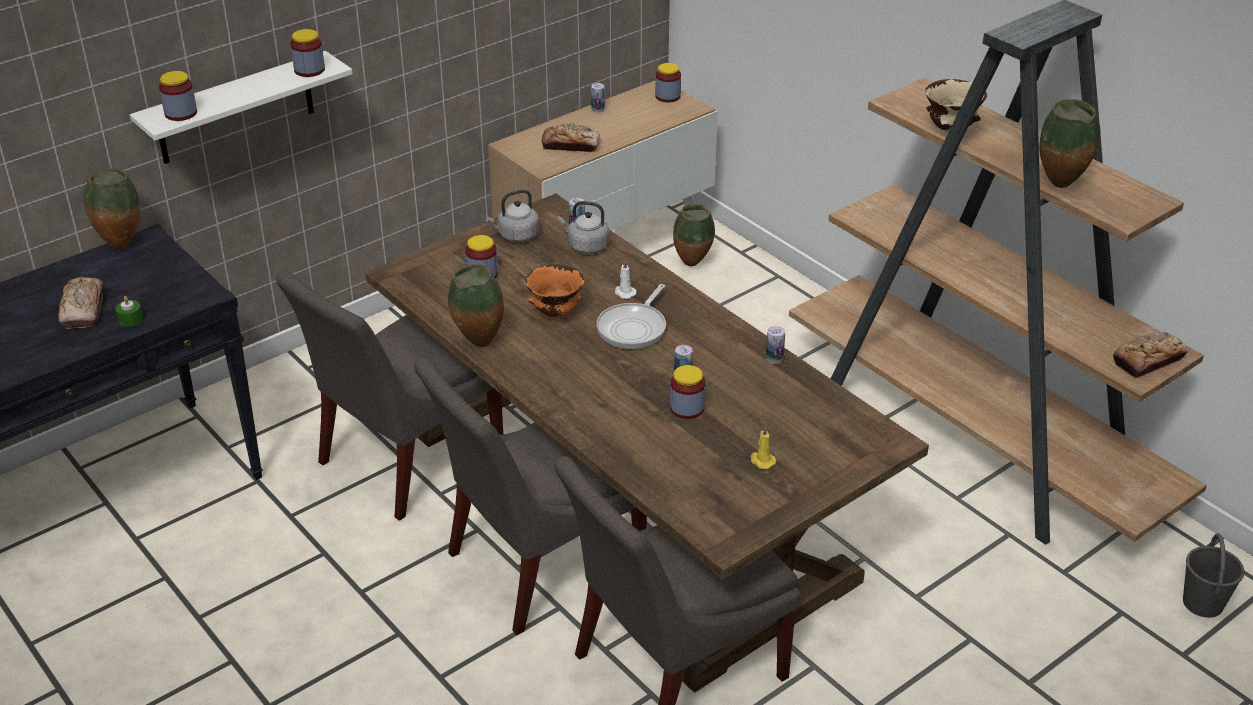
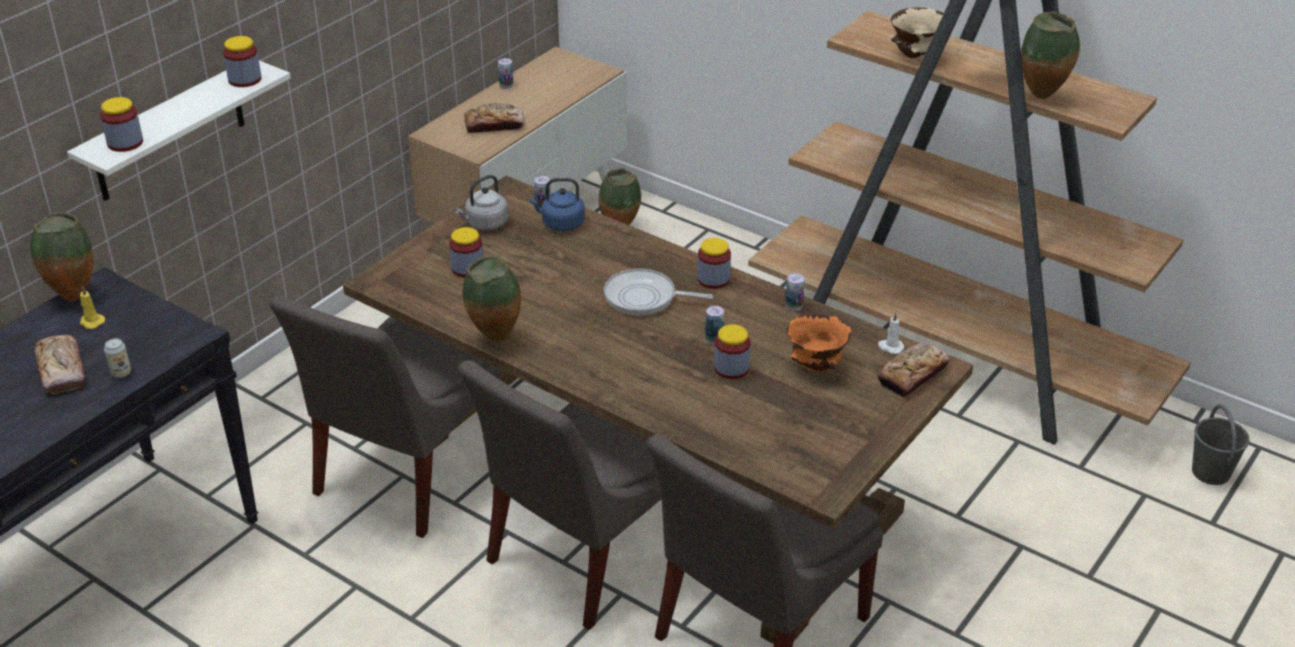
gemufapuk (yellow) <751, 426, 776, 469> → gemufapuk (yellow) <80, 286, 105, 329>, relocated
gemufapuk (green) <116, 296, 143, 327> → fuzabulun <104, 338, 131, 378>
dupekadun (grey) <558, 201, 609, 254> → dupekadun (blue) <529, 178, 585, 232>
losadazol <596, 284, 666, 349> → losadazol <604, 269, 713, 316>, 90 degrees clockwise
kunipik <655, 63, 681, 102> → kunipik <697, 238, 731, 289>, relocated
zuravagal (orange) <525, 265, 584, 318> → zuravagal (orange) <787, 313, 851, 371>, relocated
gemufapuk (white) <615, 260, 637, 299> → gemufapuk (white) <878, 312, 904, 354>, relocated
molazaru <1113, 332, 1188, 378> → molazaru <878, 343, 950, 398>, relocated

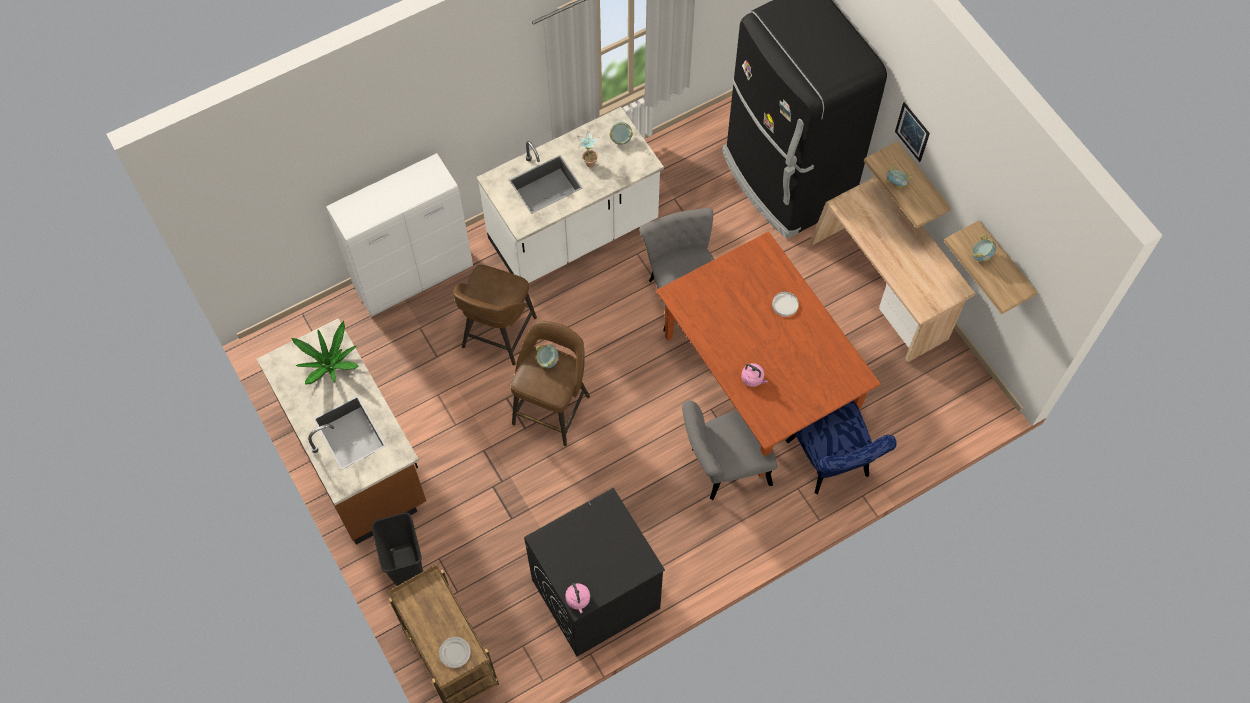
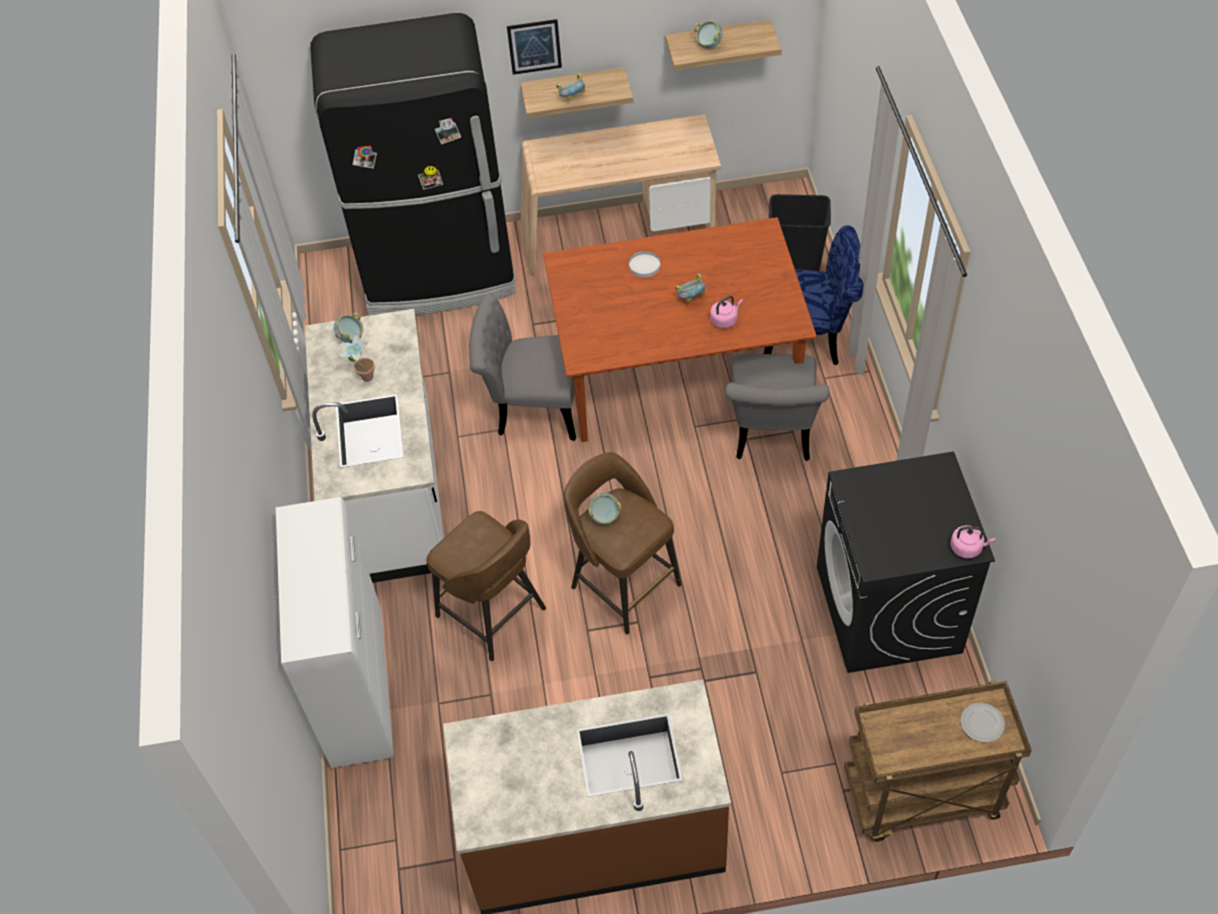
- → zuravagal <675, 273, 705, 302>
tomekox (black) <372, 513, 423, 586> → tomekox (black) <769, 194, 831, 271>, relocated
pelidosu <291, 321, 359, 385> → -

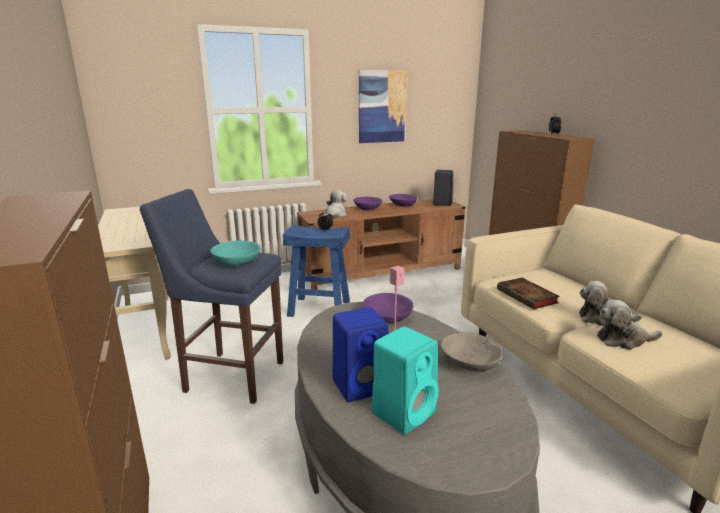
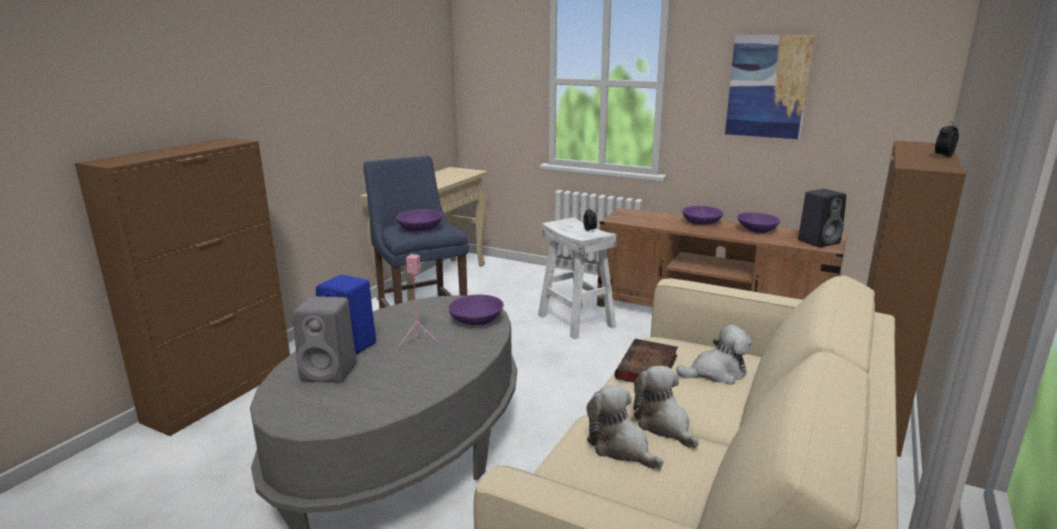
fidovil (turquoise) <372, 326, 439, 434> → fidovil (grey) <293, 296, 357, 383>
zuravagal (turquoise) <210, 241, 261, 267> → zuravagal (purple) <396, 209, 443, 231>
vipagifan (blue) <283, 225, 350, 317> → vipagifan (white) <538, 217, 617, 339>
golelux <323, 190, 347, 217> → golelux <676, 324, 752, 385>, relocated
zuravagal (grey) <441, 332, 503, 371> → -

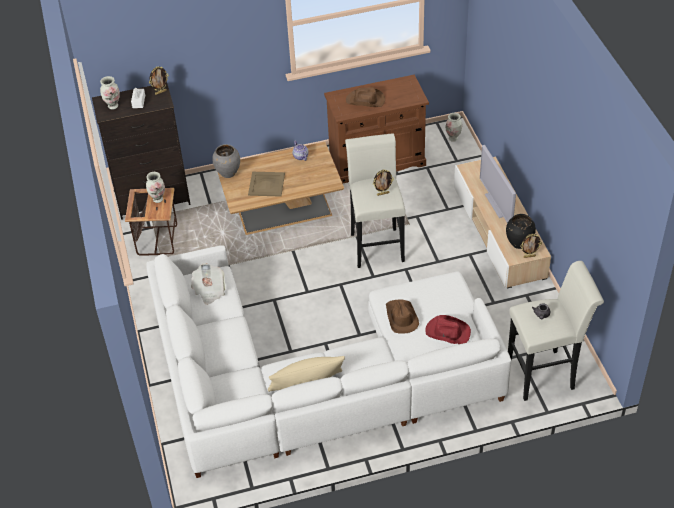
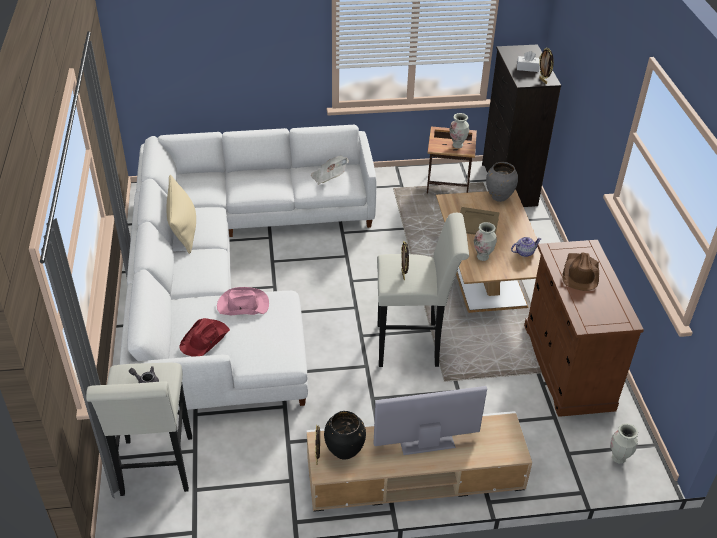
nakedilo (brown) <386, 300, 419, 334> → nakedilo (pink) <217, 287, 269, 315>
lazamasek <100, 76, 120, 110> → lazamasek <474, 222, 497, 261>, relocated

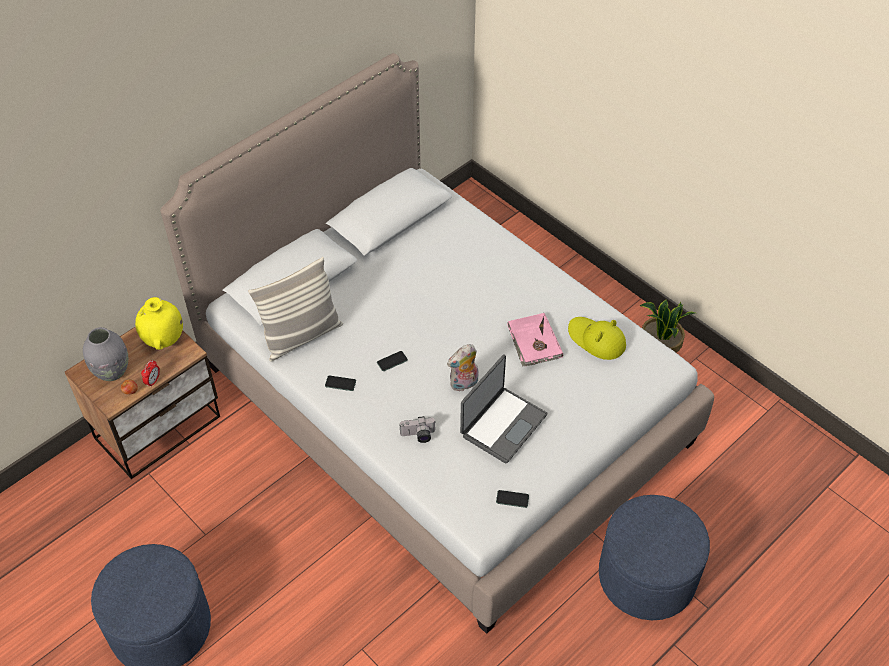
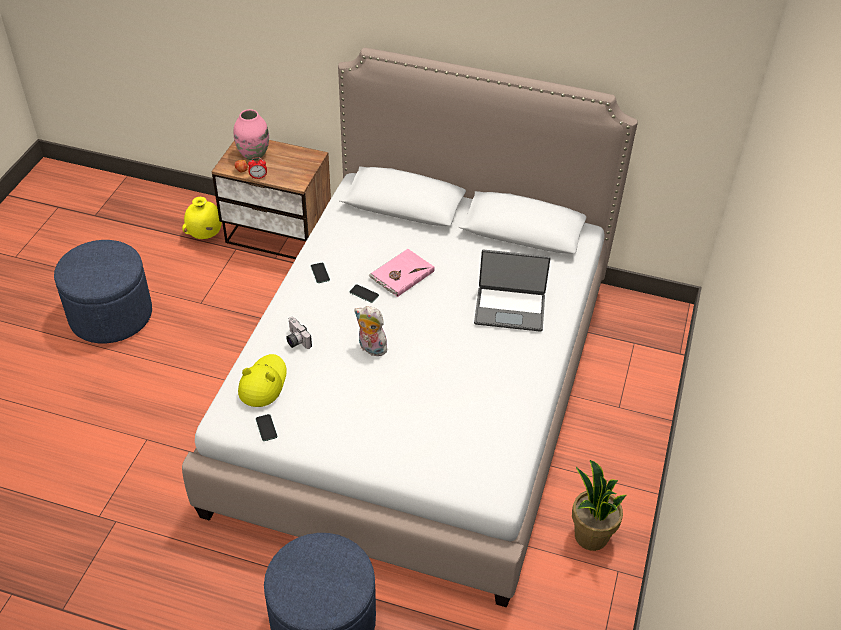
lazamasek (yellow) <135, 297, 183, 350> → lazamasek (yellow) <182, 197, 222, 239>, relocated
lazamasek (grey) <83, 327, 128, 381> → lazamasek (pink) <234, 109, 269, 160>
nakedilo (yellow) <568, 317, 626, 360> → nakedilo (yellow) <238, 354, 287, 407>, relocated
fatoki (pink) <507, 313, 563, 367> → fatoki (pink) <369, 249, 435, 297>, relocated
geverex <460, 354, 547, 463> → geverex <474, 250, 550, 332>, relocated
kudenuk <248, 257, 343, 362> → -

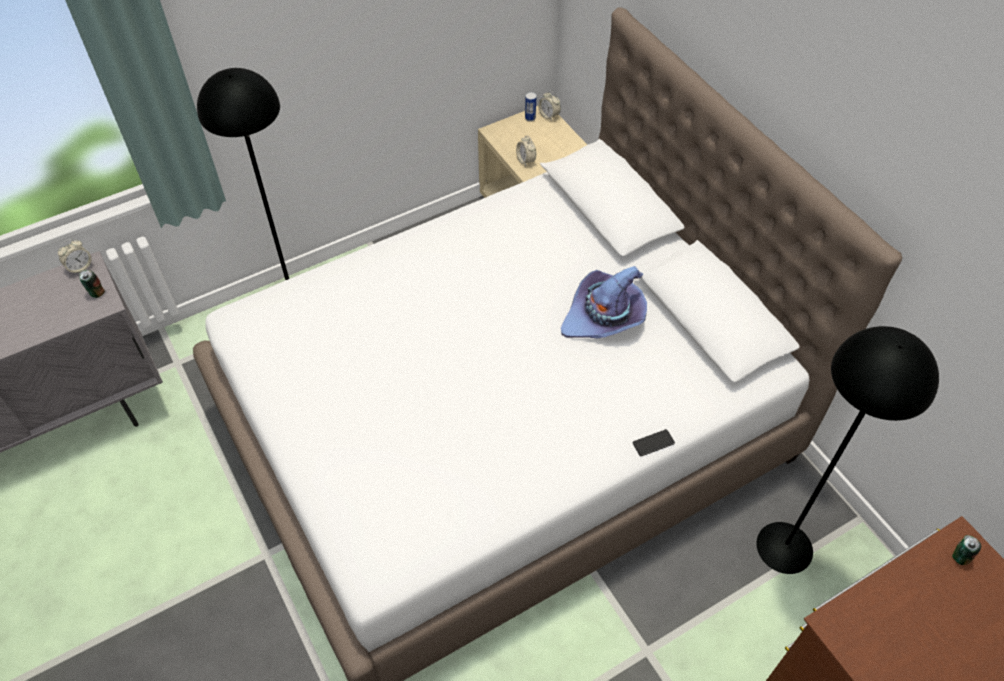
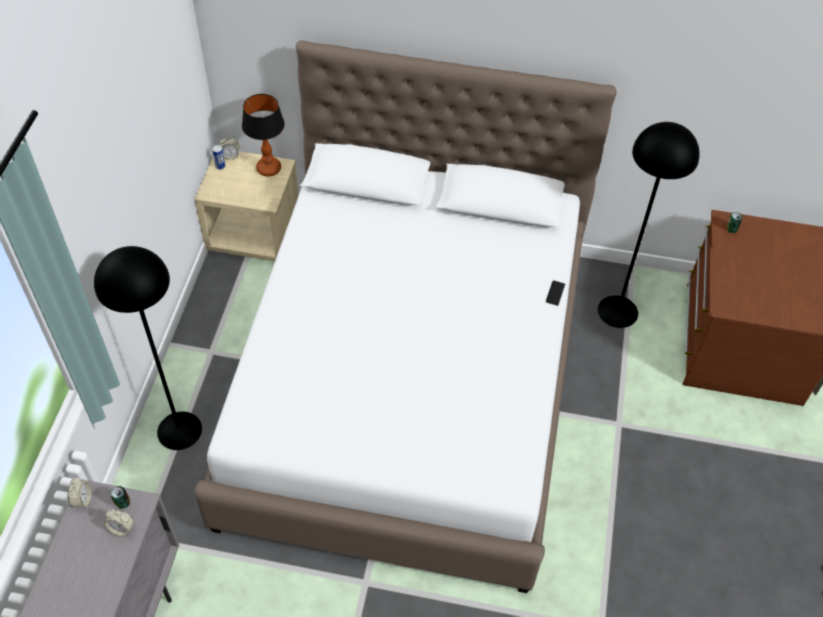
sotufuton <516, 135, 536, 166> → sotufuton <104, 509, 134, 537>, relocated
- → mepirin <242, 94, 285, 176>
nakedilo (purple) <561, 266, 647, 338> → -

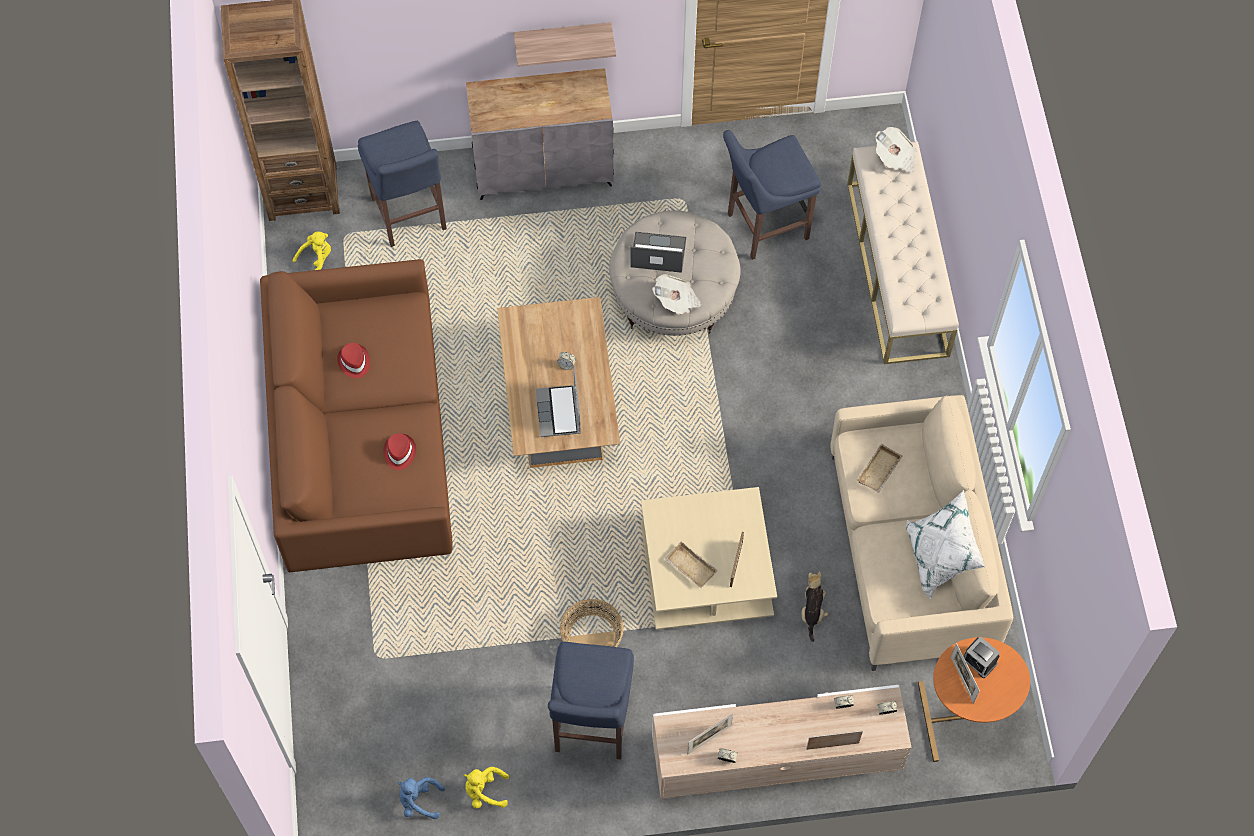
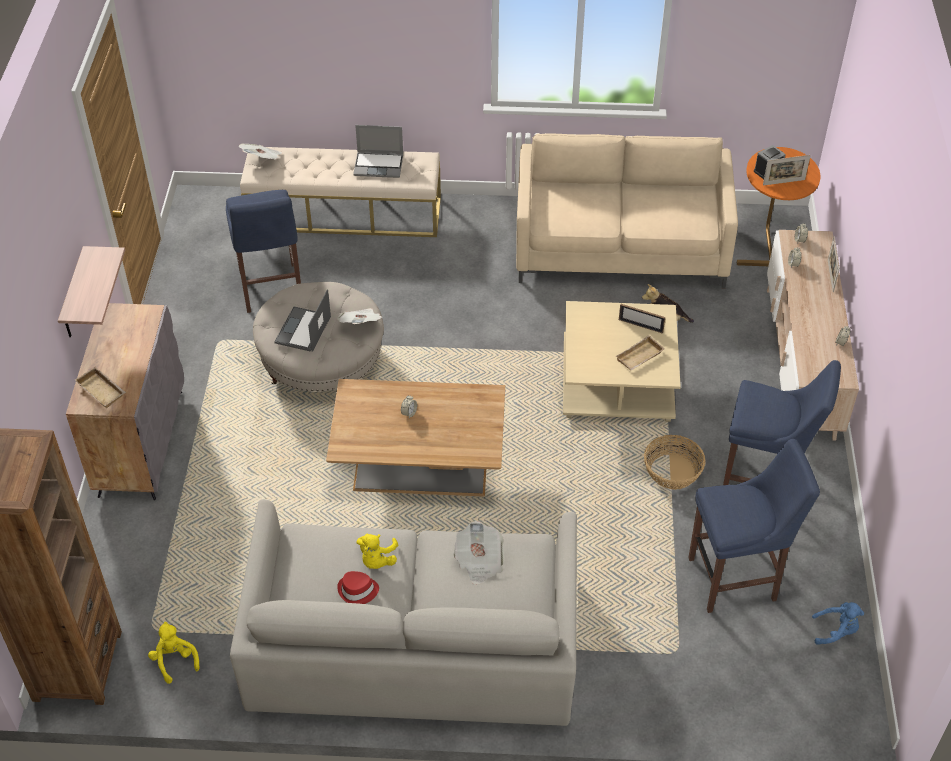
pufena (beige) <857, 444, 902, 493> → pufena (beige) <75, 367, 126, 408>, relocated
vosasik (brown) <260, 259, 453, 572> → vosasik (grey) <230, 499, 577, 726>
geverex <536, 366, 581, 437> → geverex <353, 125, 403, 178>, relocated
golelux (yellow) <464, 767, 509, 809> → golelux (yellow) <356, 534, 398, 569>, relocated
nakedilo (red) <383, 434, 416, 470> → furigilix <453, 521, 504, 585>
vipagifan (blue) <358, 121, 447, 247> → vipagifan (blue) <688, 439, 820, 613>, relocated
golelux (blue) <398, 777, 445, 819> → golelux (blue) <812, 602, 864, 645>, 105 degrees counterclockwise
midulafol <687, 713, 733, 755> → -
kudenuk (white) <906, 490, 985, 599> → -

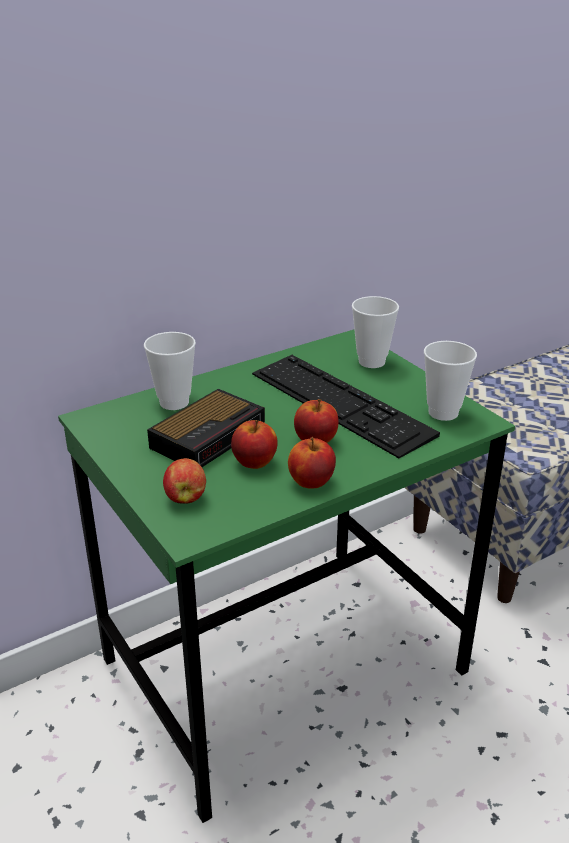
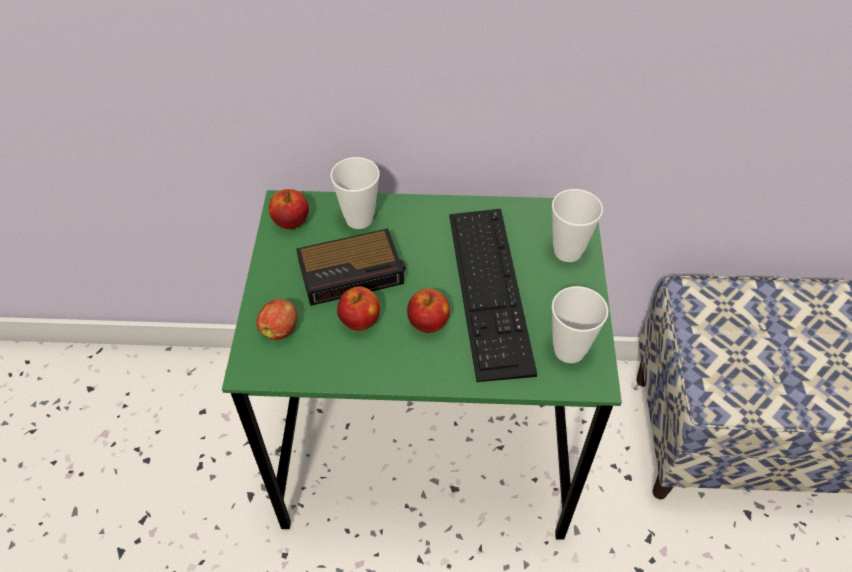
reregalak <288, 437, 336, 489> → reregalak <269, 189, 309, 229>, relocated

